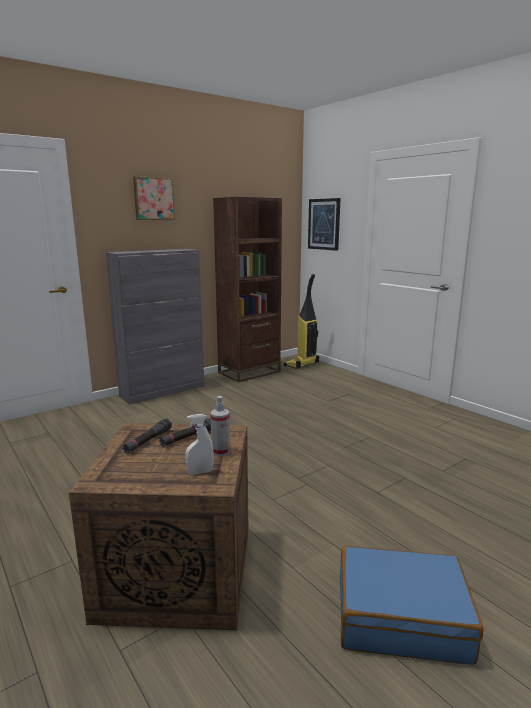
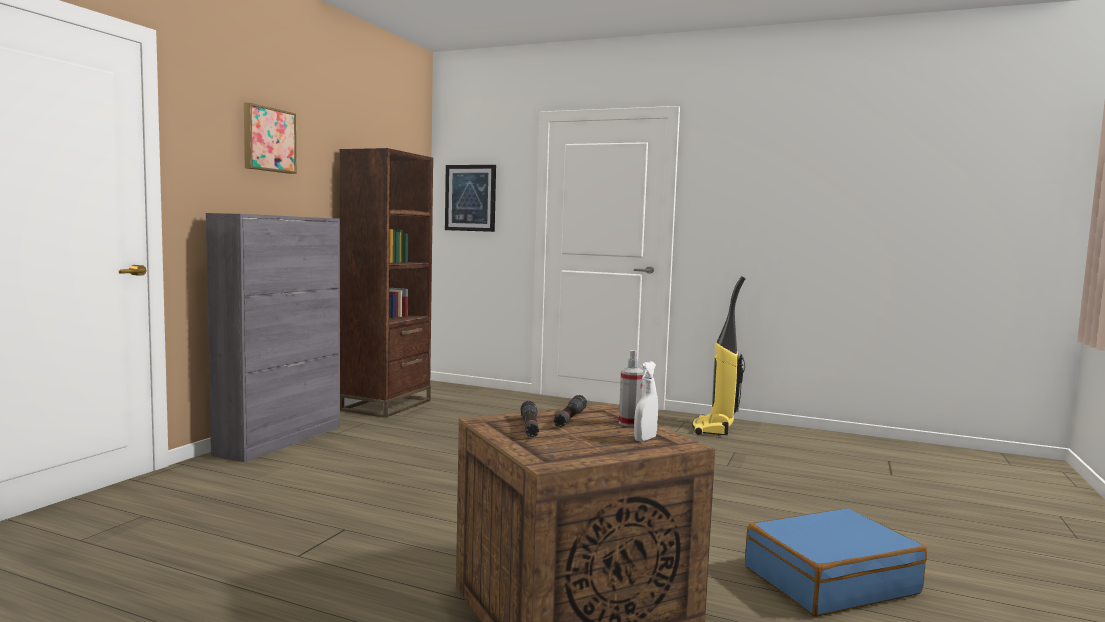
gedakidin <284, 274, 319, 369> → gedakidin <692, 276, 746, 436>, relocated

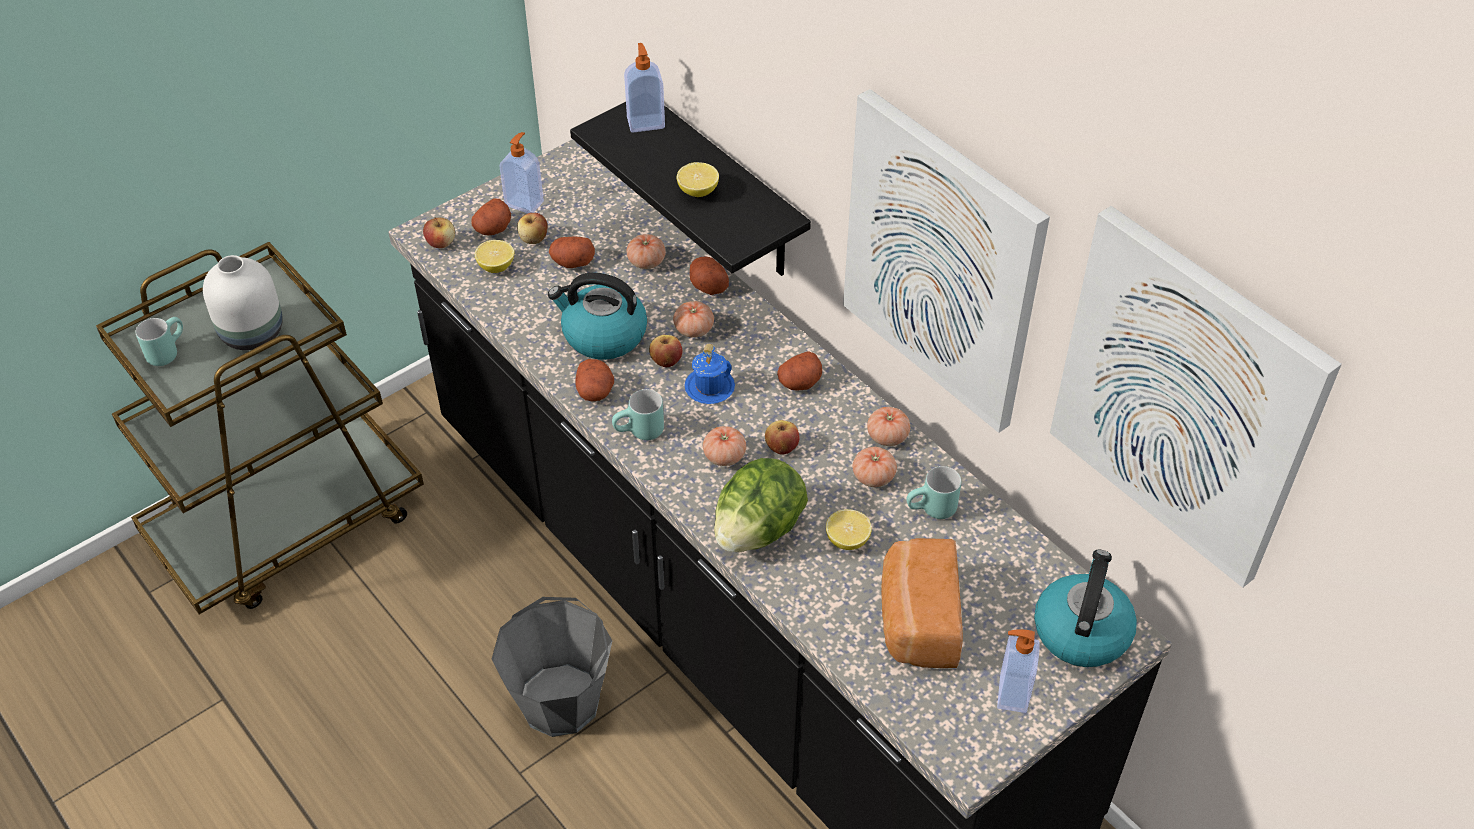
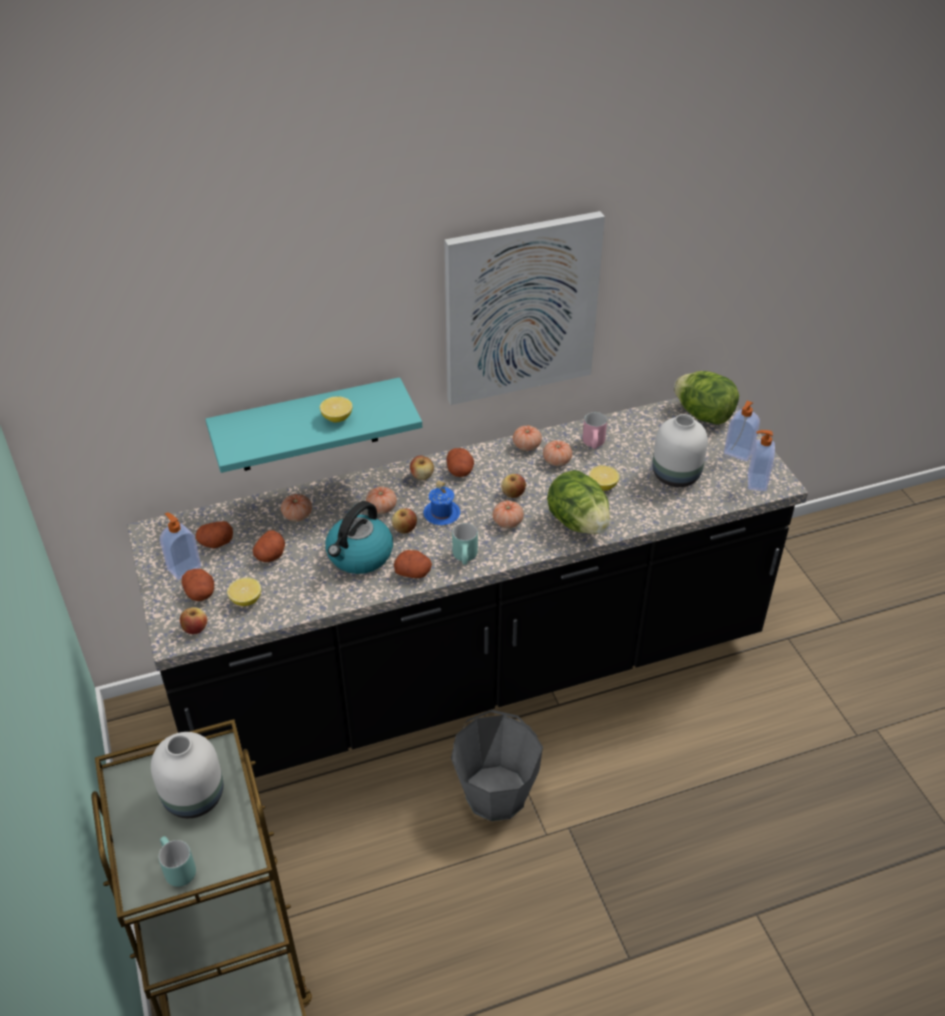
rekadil <690, 256, 729, 295> → rekadil <196, 521, 233, 548>, relocated
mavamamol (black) <570, 102, 811, 276> → mavamamol (turquoise) <205, 377, 422, 473>
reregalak <517, 213, 548, 244> → reregalak <410, 456, 434, 480>, relocated
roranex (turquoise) <906, 466, 961, 519> → roranex (pink) <583, 412, 607, 449>
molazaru <881, 538, 963, 668> → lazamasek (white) <652, 414, 708, 487>
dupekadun <1034, 550, 1137, 667> → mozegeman <674, 371, 739, 425>
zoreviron <624, 43, 665, 133> → zoreviron <748, 430, 775, 491>, relocated
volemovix <1050, 206, 1342, 588> → -

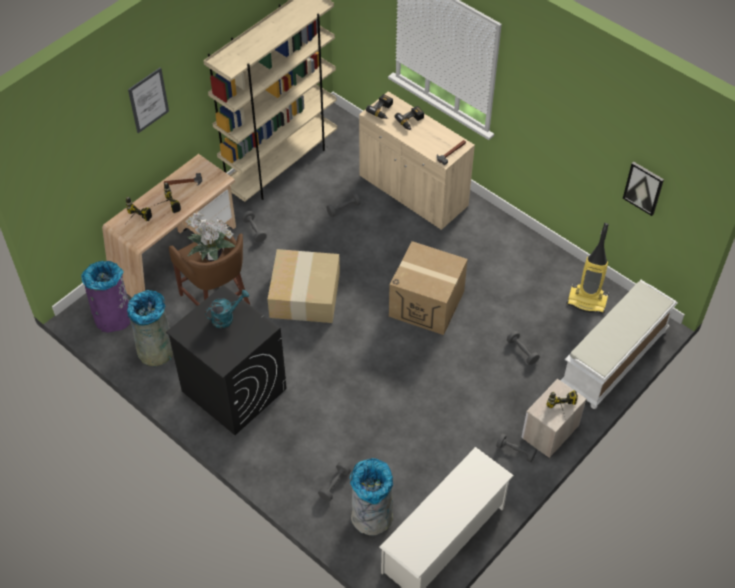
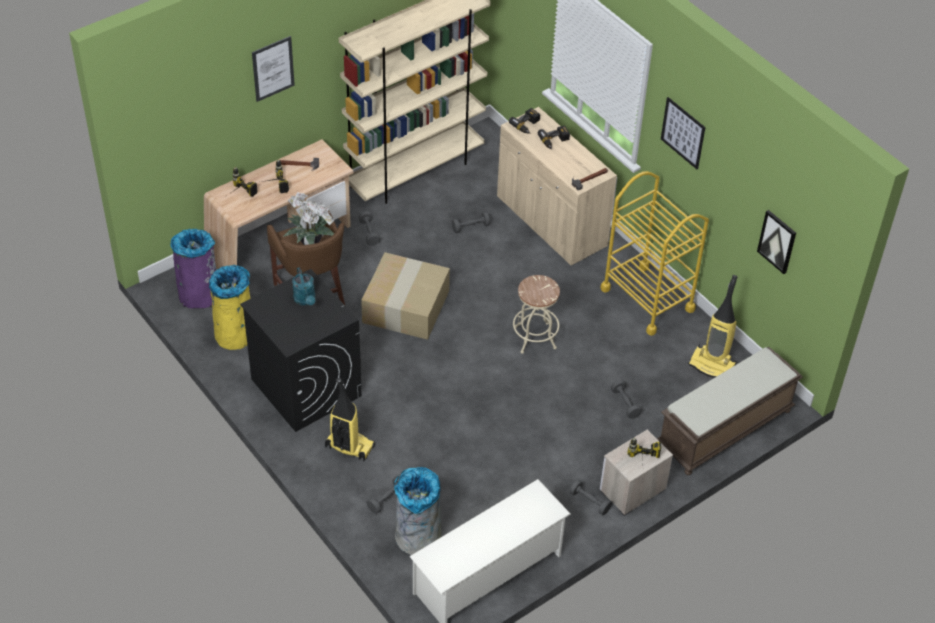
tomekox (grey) <127, 290, 173, 366> → tomekox (yellow) <209, 265, 250, 350>
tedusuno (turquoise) <205, 290, 249, 328> → tedusuno (turquoise) <292, 267, 315, 306>, 90 degrees clockwise
- → gedakidin <325, 378, 375, 461>
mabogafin <389, 241, 468, 335> → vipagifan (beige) <513, 275, 560, 354>
- → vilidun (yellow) <601, 171, 709, 336>
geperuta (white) <560, 280, 678, 409> → geperuta (brown) <657, 347, 803, 475>
- → volemovix <661, 97, 706, 169>

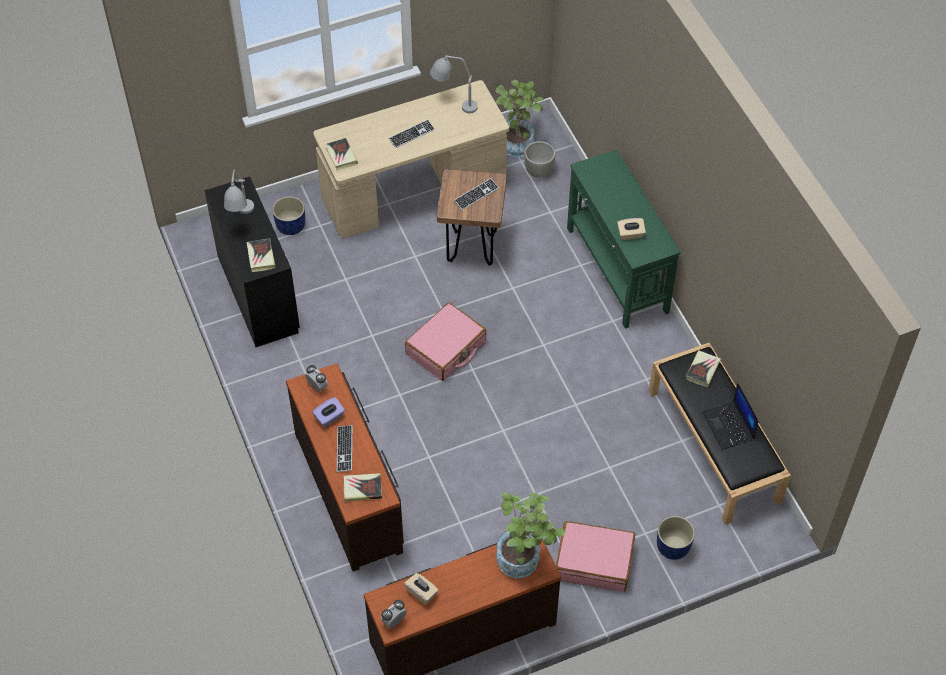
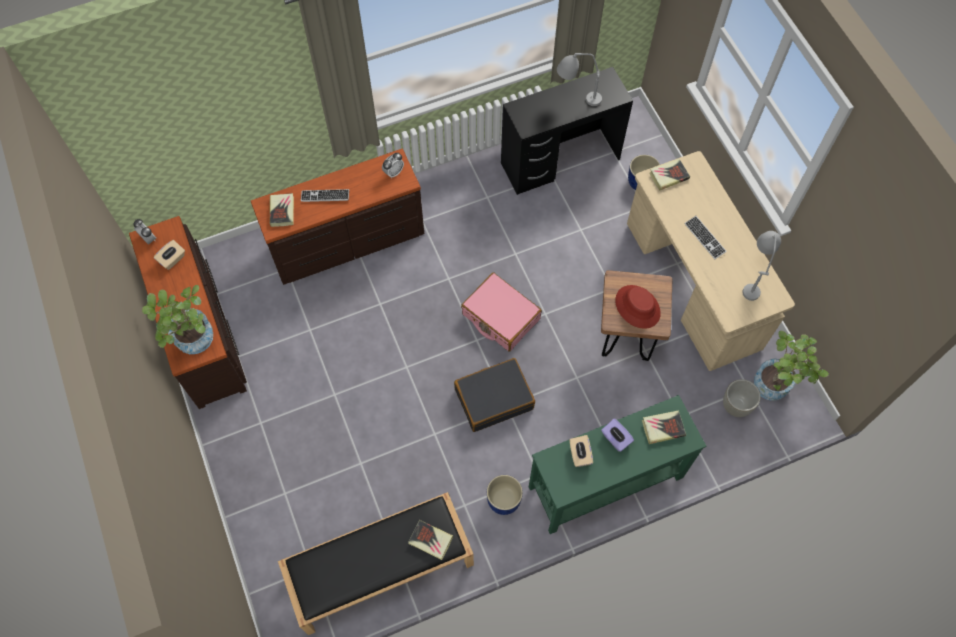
- → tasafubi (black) <454, 358, 535, 432>
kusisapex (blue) <657, 516, 695, 560> → kusisapex (blue) <487, 475, 523, 515>, relocated
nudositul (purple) <312, 397, 345, 427> → nudositul (purple) <601, 418, 634, 452>, relocated
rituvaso <454, 178, 499, 210> → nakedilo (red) <615, 285, 661, 329>
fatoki <247, 238, 276, 272> → fatoki <642, 410, 686, 444>, relocated
tasafubi (pink) <556, 521, 635, 592> → -
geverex <702, 383, 759, 450> → -

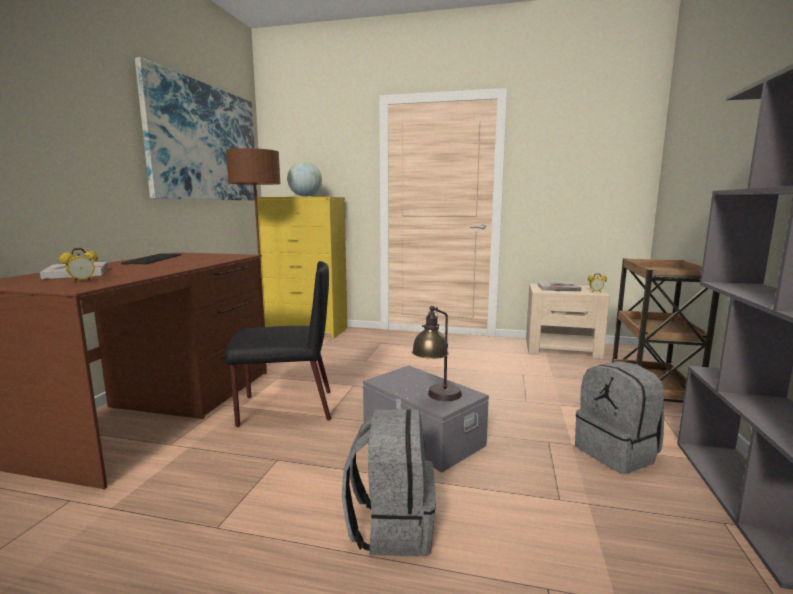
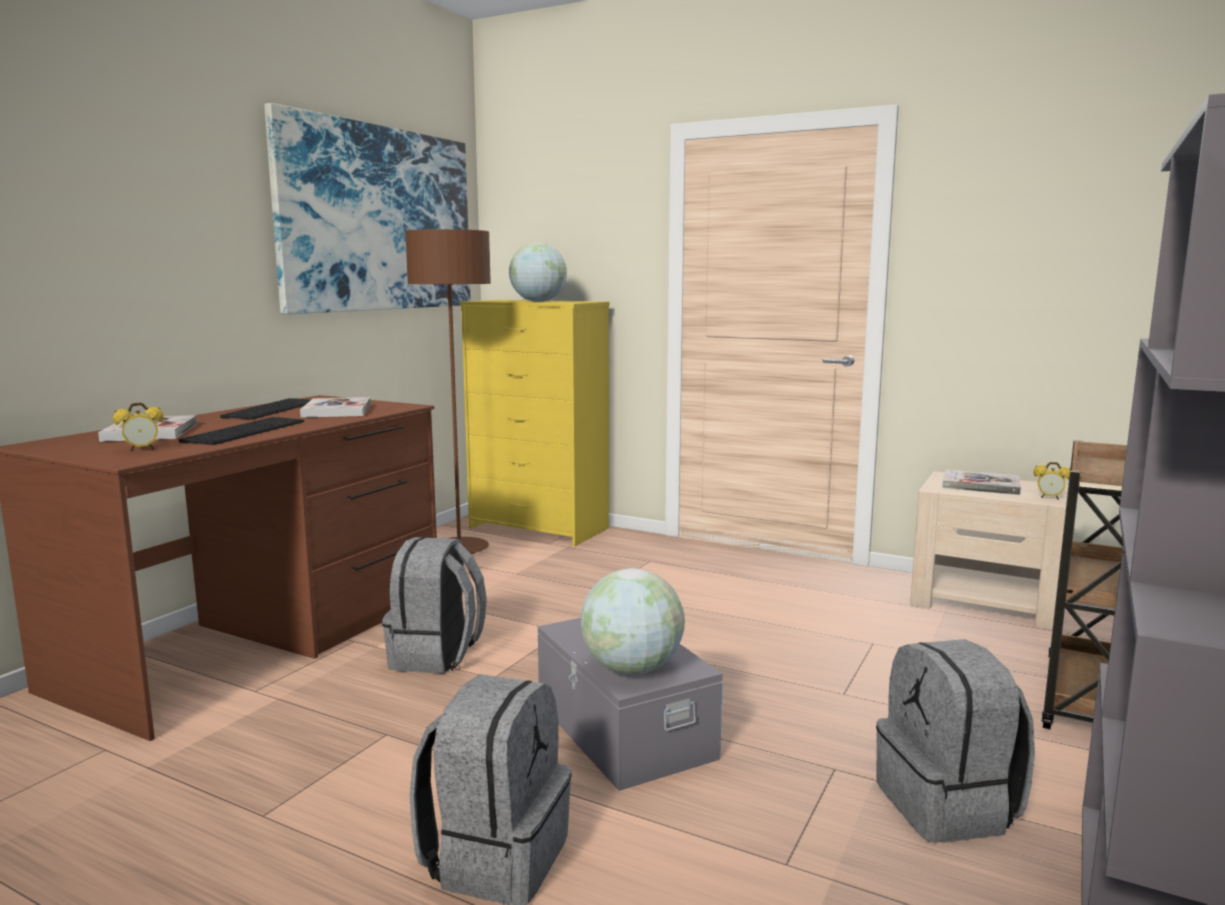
- → rituvaso <179, 417, 304, 445>
- → fatoki <300, 397, 371, 418>
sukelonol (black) <224, 261, 331, 427> → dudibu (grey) <382, 537, 487, 674>
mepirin <412, 306, 462, 401> → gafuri <581, 568, 685, 675>

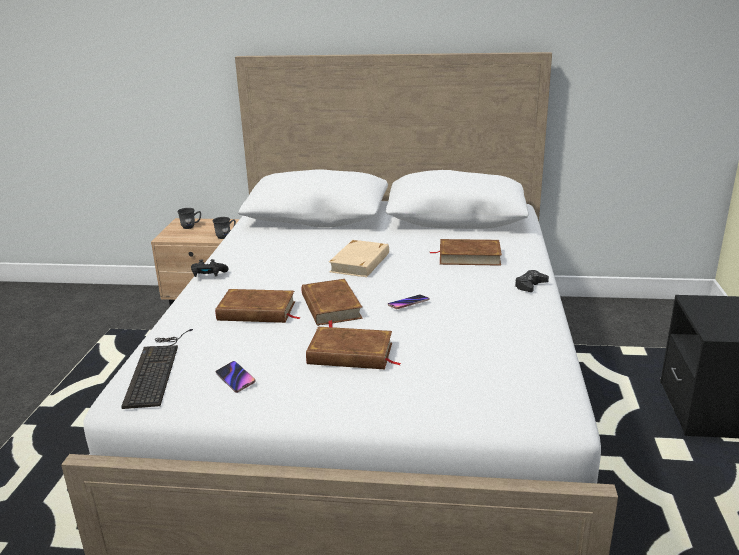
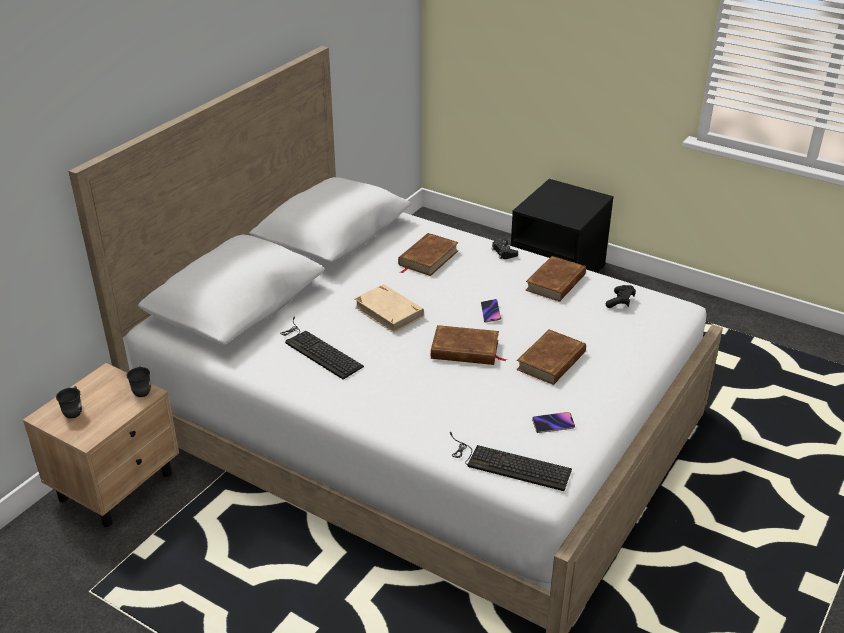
- → rituvaso <280, 317, 364, 380>
fatoki (brown) <215, 289, 301, 323> → fatoki (brown) <525, 256, 586, 302>, relocated
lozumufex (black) <191, 259, 228, 277> → lozumufex (black) <606, 285, 636, 308>, relocated

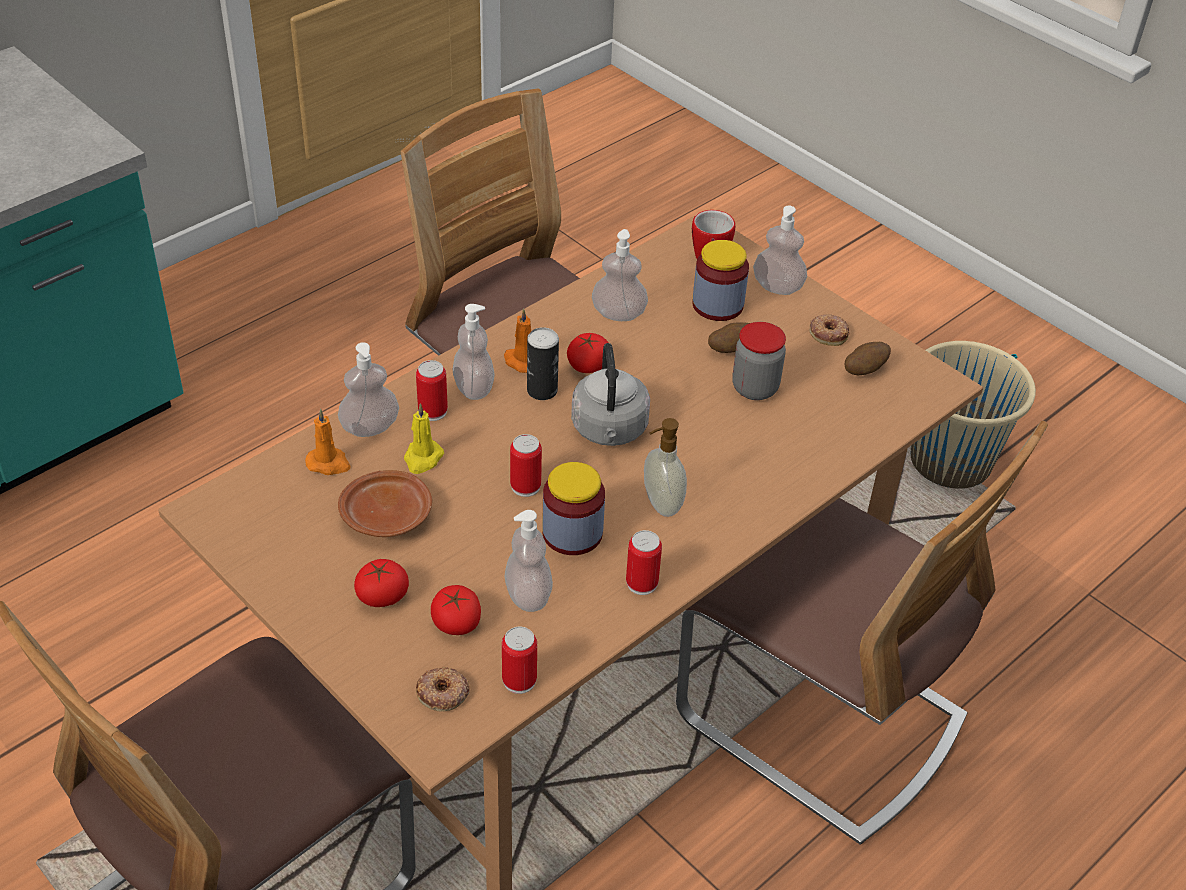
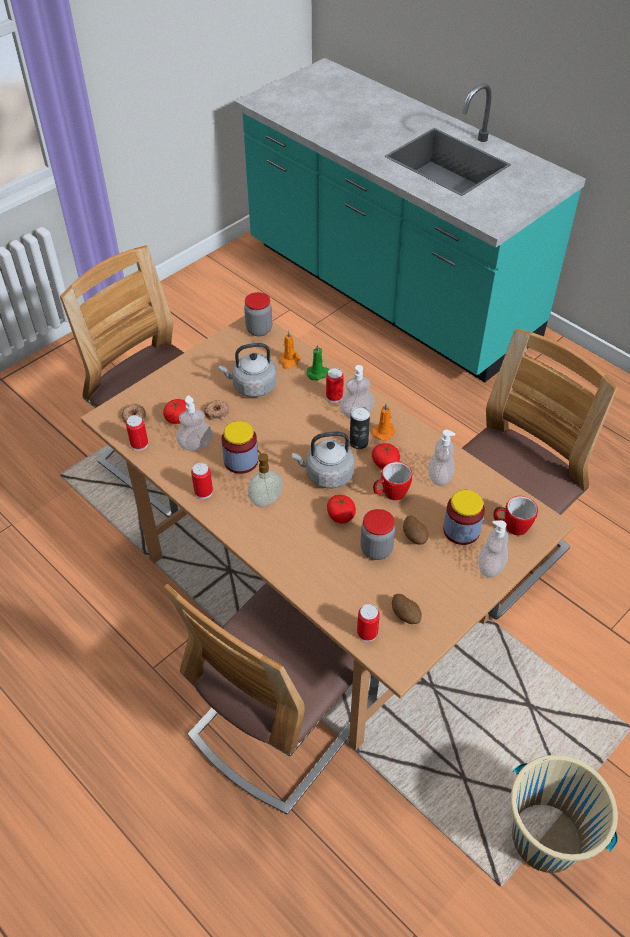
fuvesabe <810, 314, 850, 346> → fuvesabe <204, 400, 229, 420>, relocated
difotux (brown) <338, 470, 432, 537> → dupekadun (grey) <218, 343, 277, 397>
- → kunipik <244, 292, 272, 336>
zoreviron <338, 342, 399, 437> → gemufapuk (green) <306, 344, 330, 381>
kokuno <354, 559, 409, 607> → kokuno <327, 495, 356, 523>, relocated
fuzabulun <510, 434, 542, 497> → fuzabulun <357, 604, 380, 642>, relocated
- → roranex <373, 462, 412, 500>
gemufapuk (yellow) <404, 403, 444, 474> → -

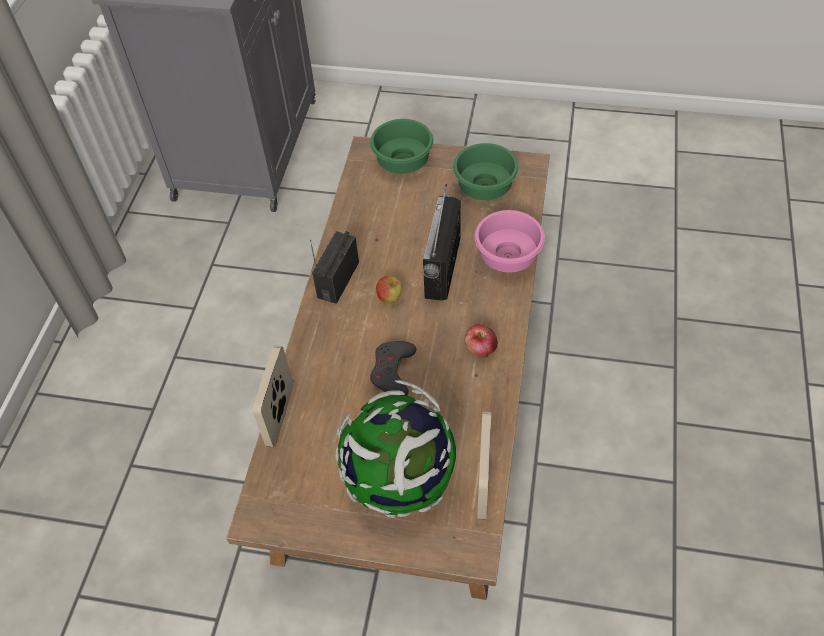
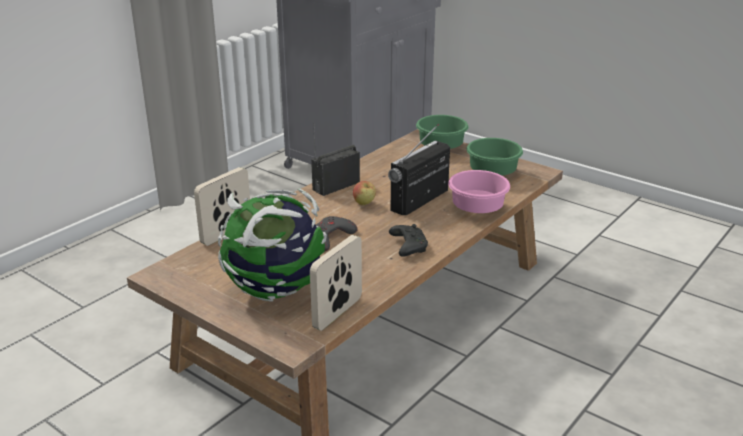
reregalak <464, 324, 498, 358> → lozumufex (black) <389, 224, 428, 257>

